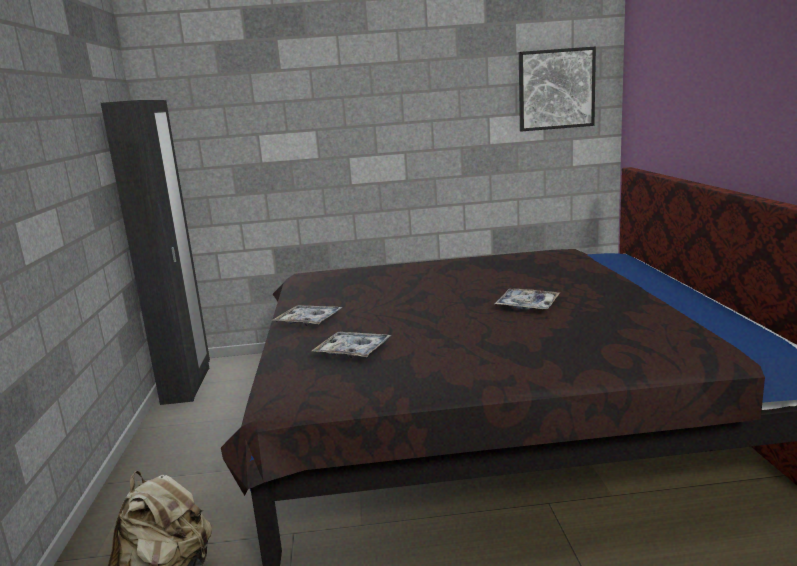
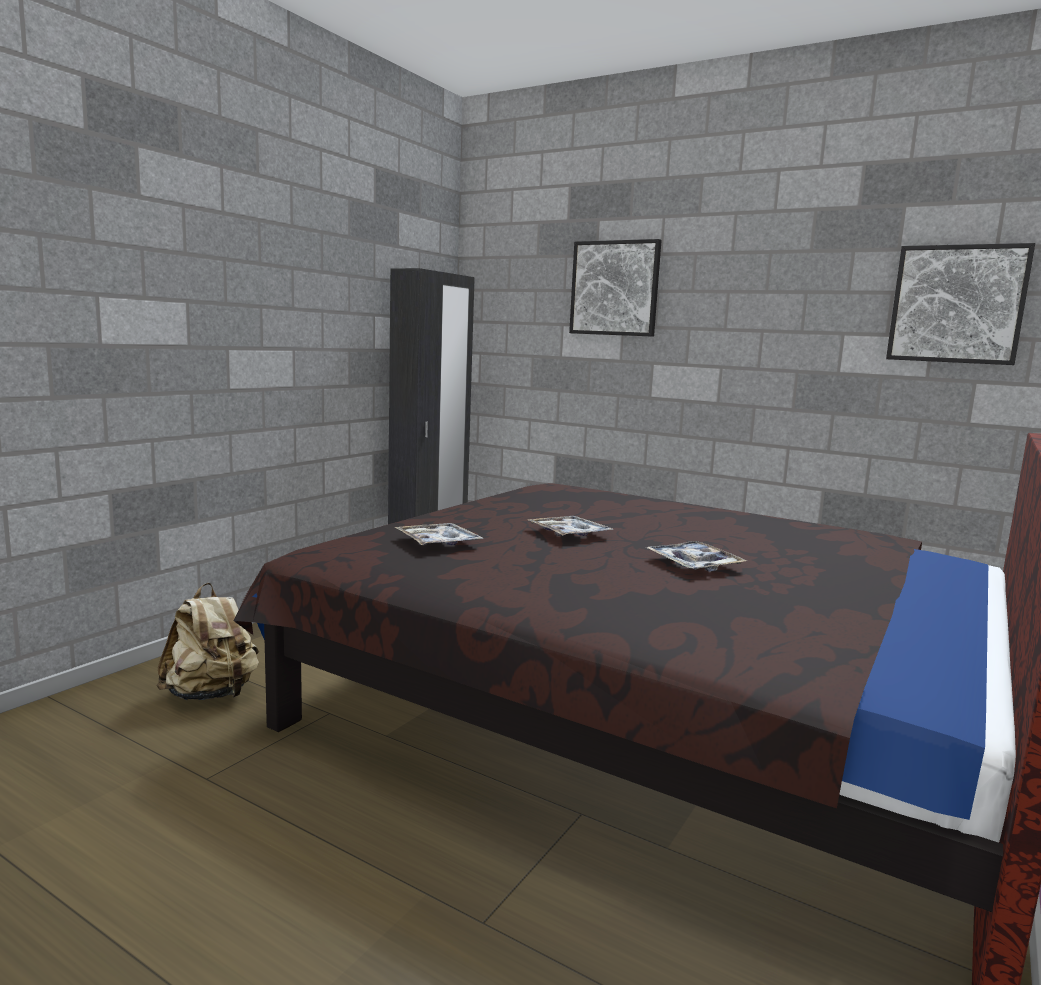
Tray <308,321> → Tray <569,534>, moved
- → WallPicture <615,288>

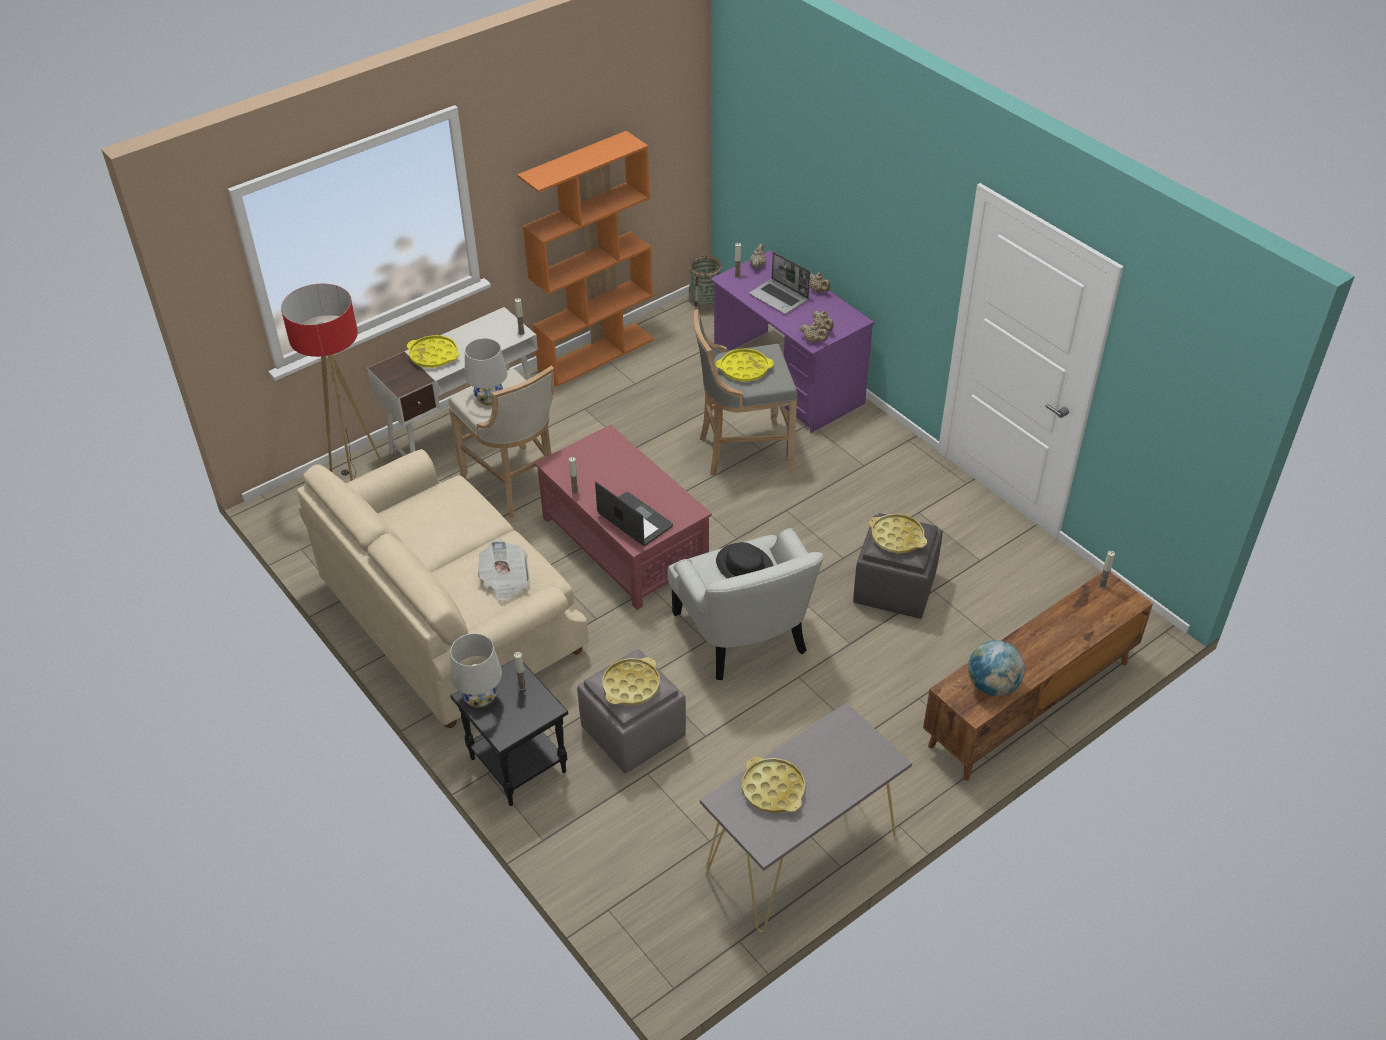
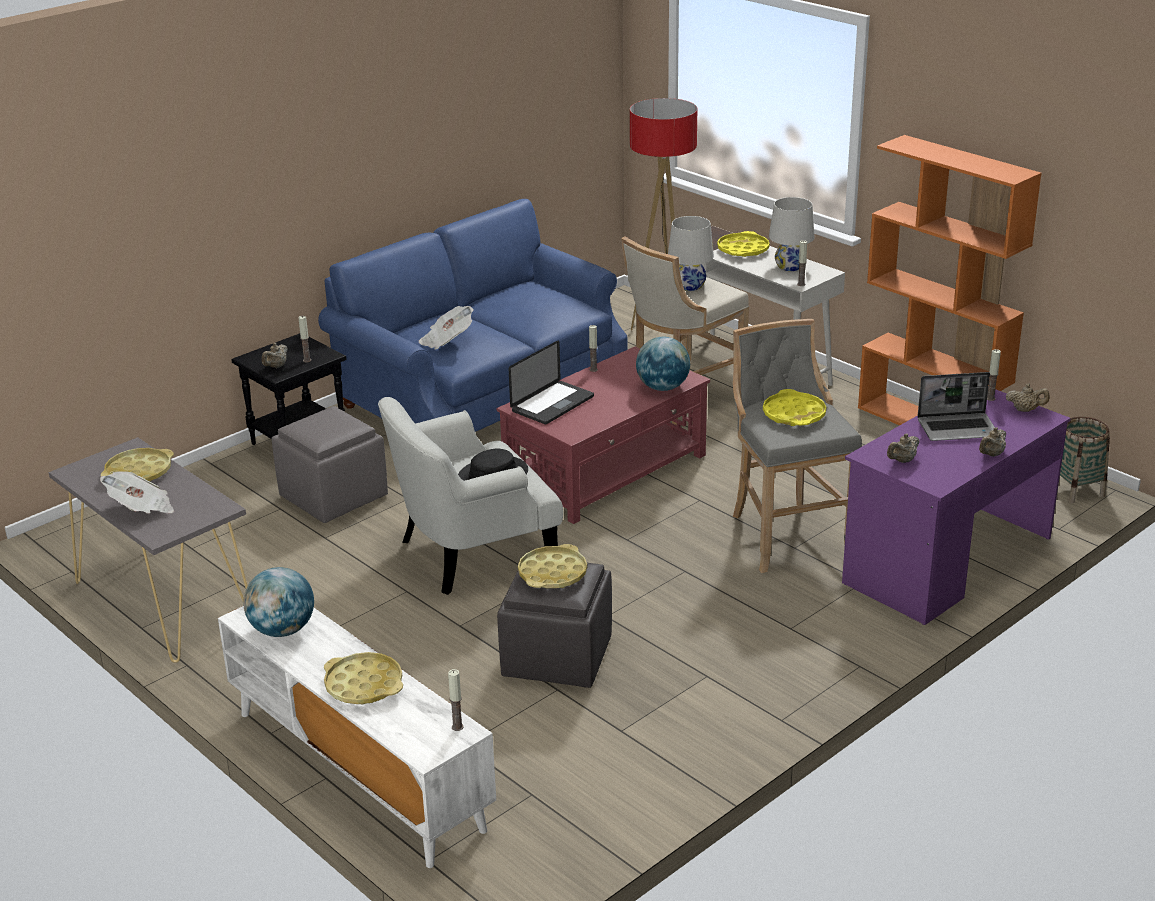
- → Newspaper <141,509>
BrownishTvUnit <1029,704> → WhitishTvUnit <356,769>
BeigeTeapot <813,341> → BeigeTeapot <276,366>, moved
BeigeSofa <451,618> → BlueSofa <483,391>
YellowColouredTray <631,686> → YellowColouredTray <364,685>, moved
- → Globe <663,387>
WhitishTableLamp <480,697> → WhitishTableLamp <789,266>, moved
Laptop <779,298> → Laptop <958,428>, 135 degrees counterclockwise

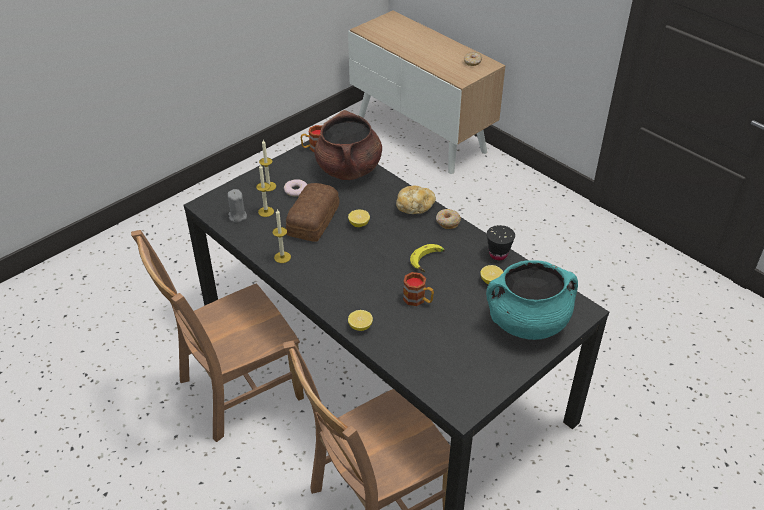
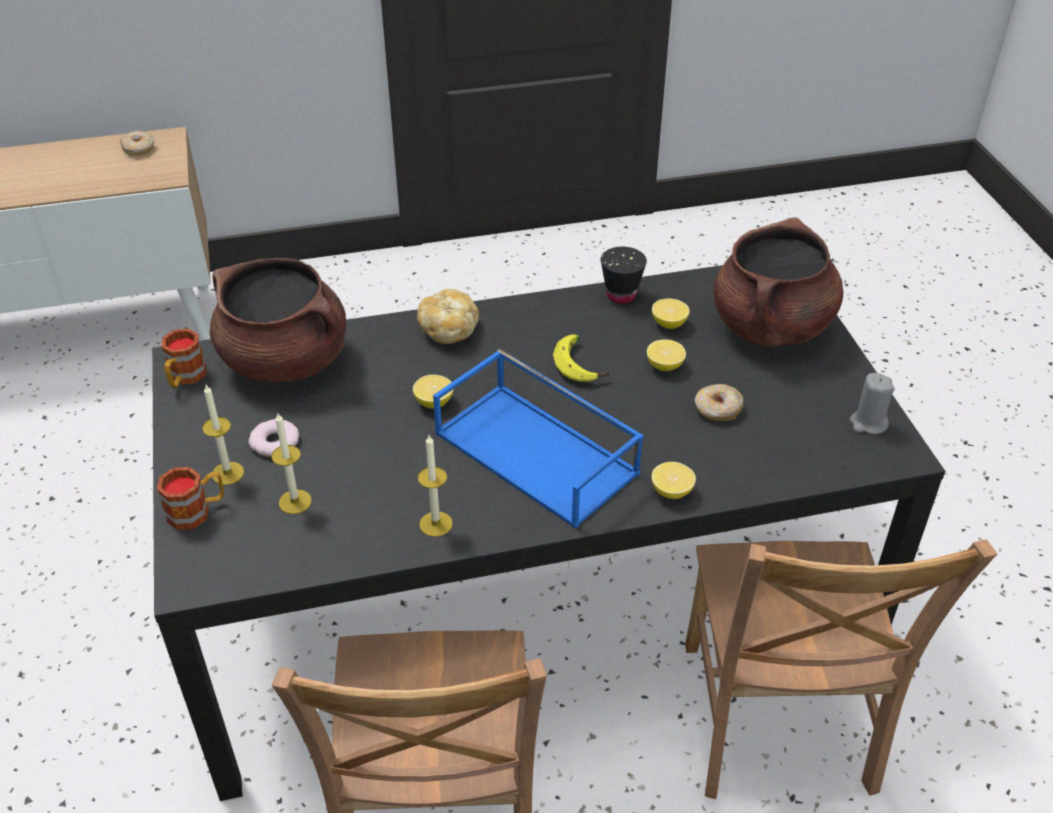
Mug <418,300> → Mug <197,511>, moved
- → BlueTray <539,453>
- → WholeLemon <664,366>
Donut <447,222> → Donut <717,409>, moved
BlueGreenCookingPot <527,322> → BrownishCookingPot <771,326>
GreyishWaxCandle <237,216> → GreyishWaxCandle <868,423>, moved
Bread <311,220> → -

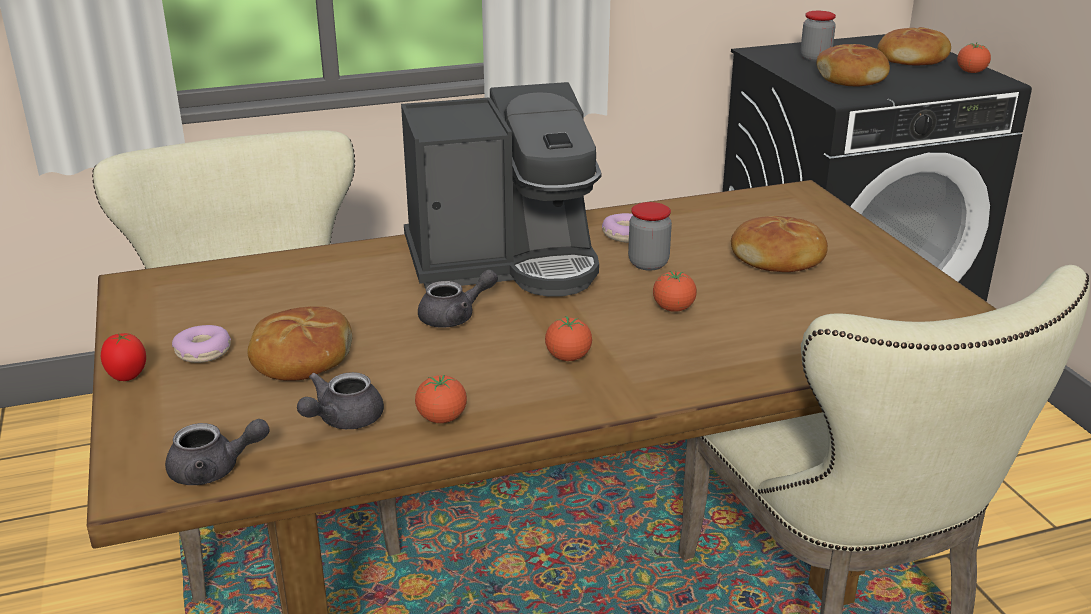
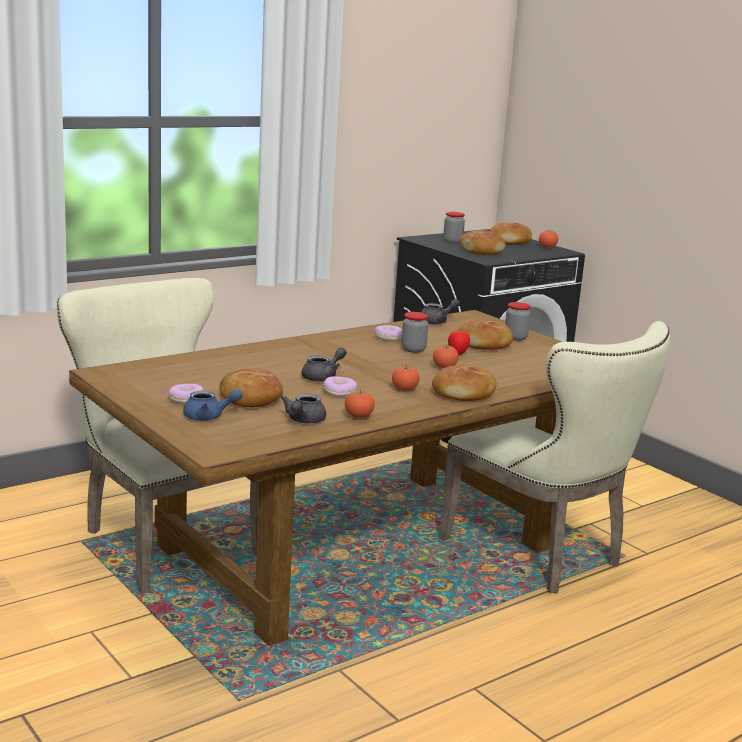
- → BlueTeapot <209,417>
- → Donut <339,392>
GreyishTeapot <214,470> → GreyishTeapot <437,322>, moved
- → Bread <464,393>
WholeTomato <127,377> → WholeTomato <457,353>, moved
- → StorageJar <515,338>
CoffeeMaker <505,262> → -

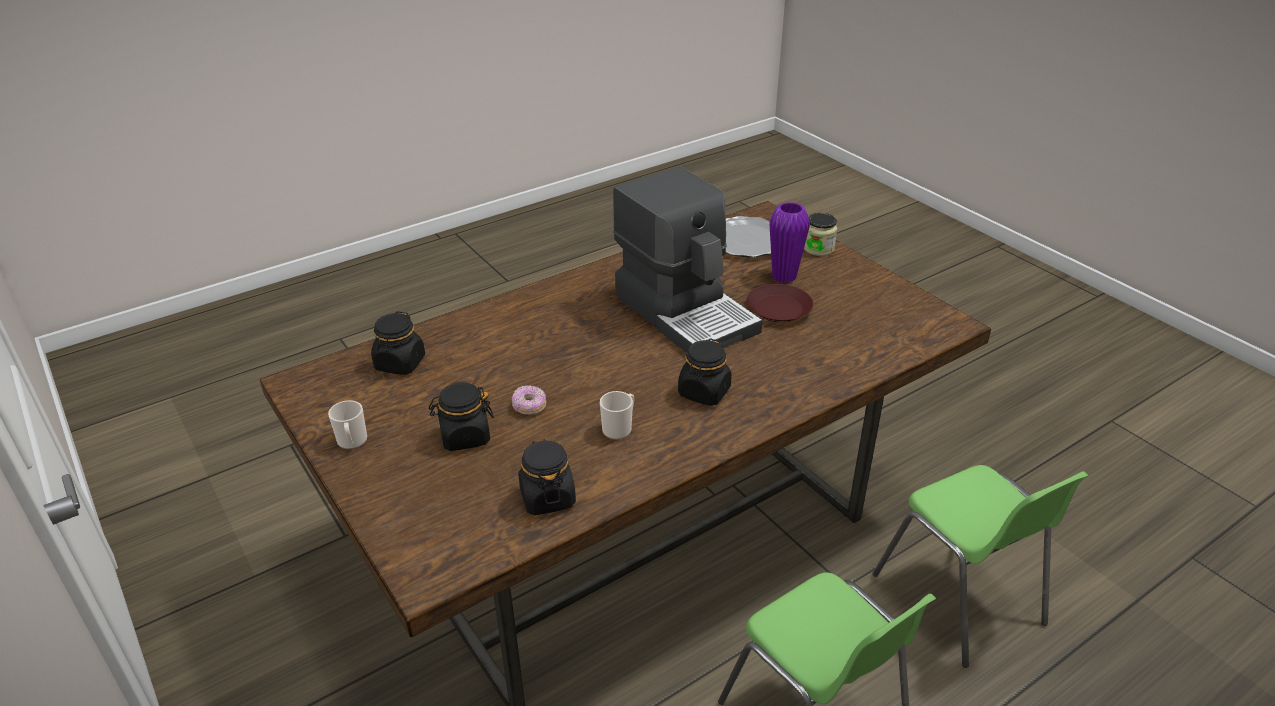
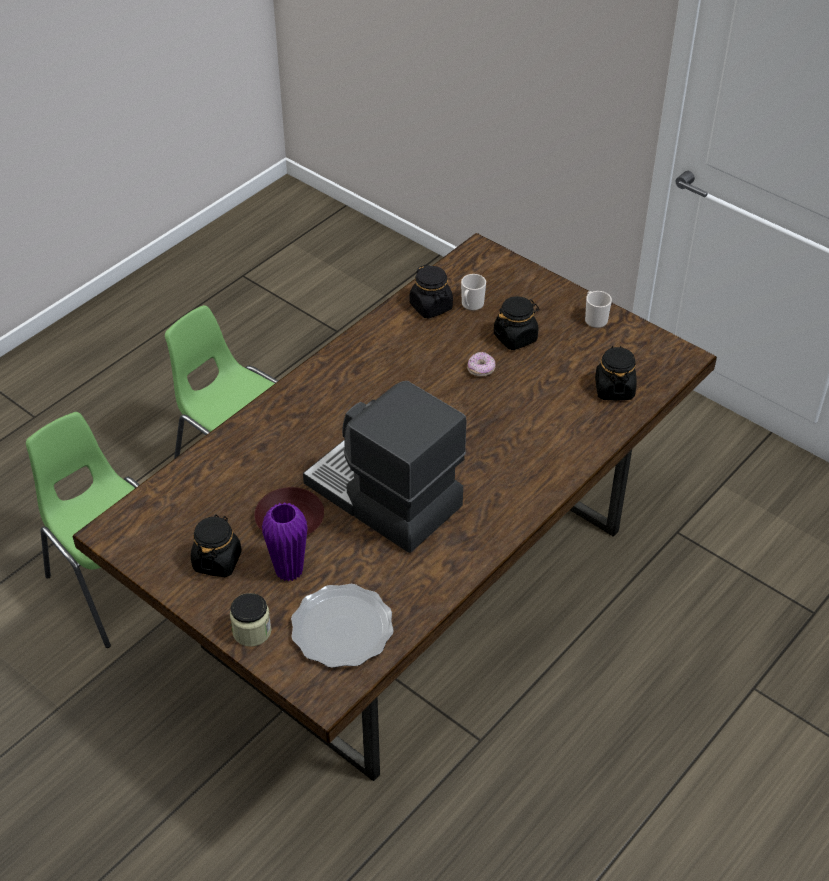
BlackColouredStorageJar <704,392> → BlackColouredStorageJar <217,561>, moved
Mug <619,428> → Mug <471,305>, moved

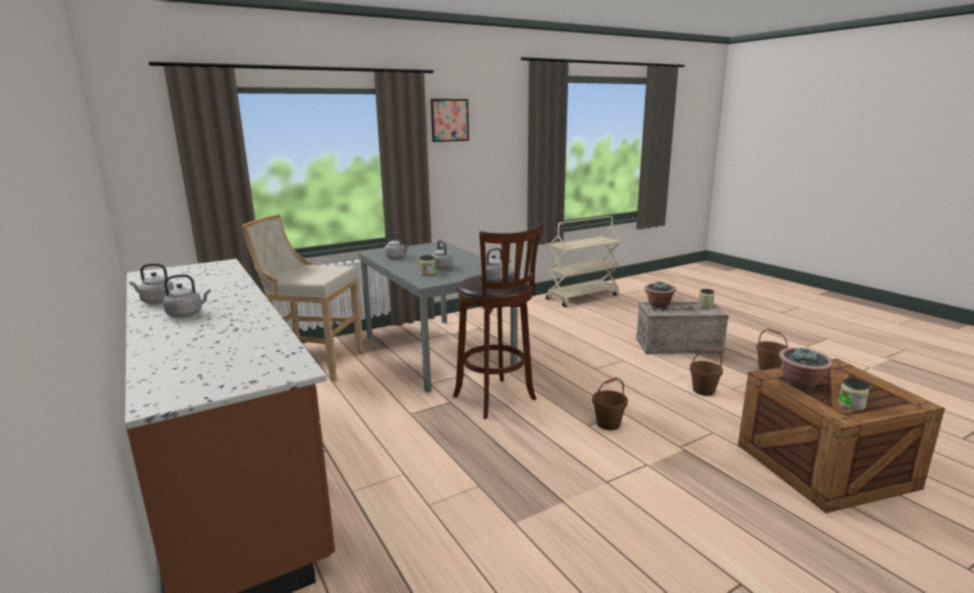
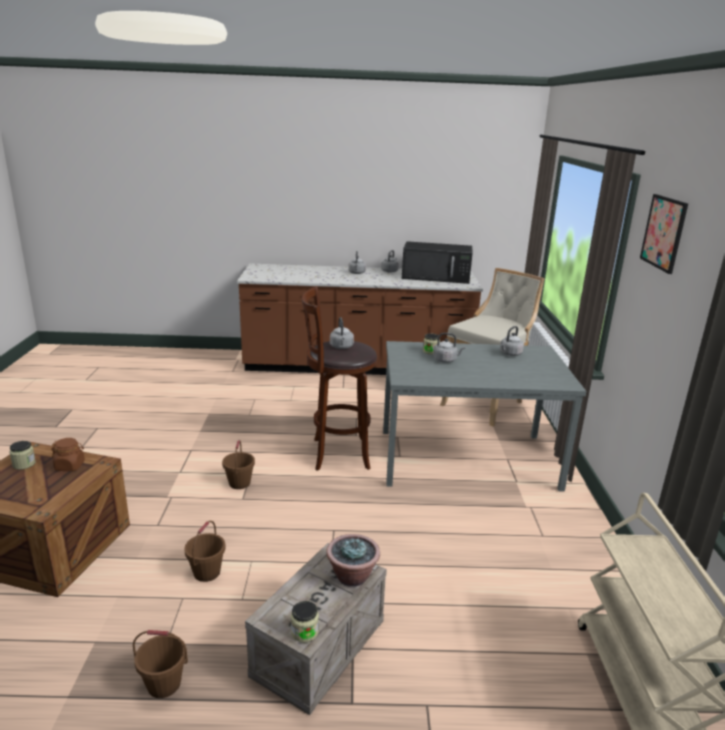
PlantInAPot <801,384> → BrownishStorageJar <70,466>
- → BlackColouredMicrowave <437,277>

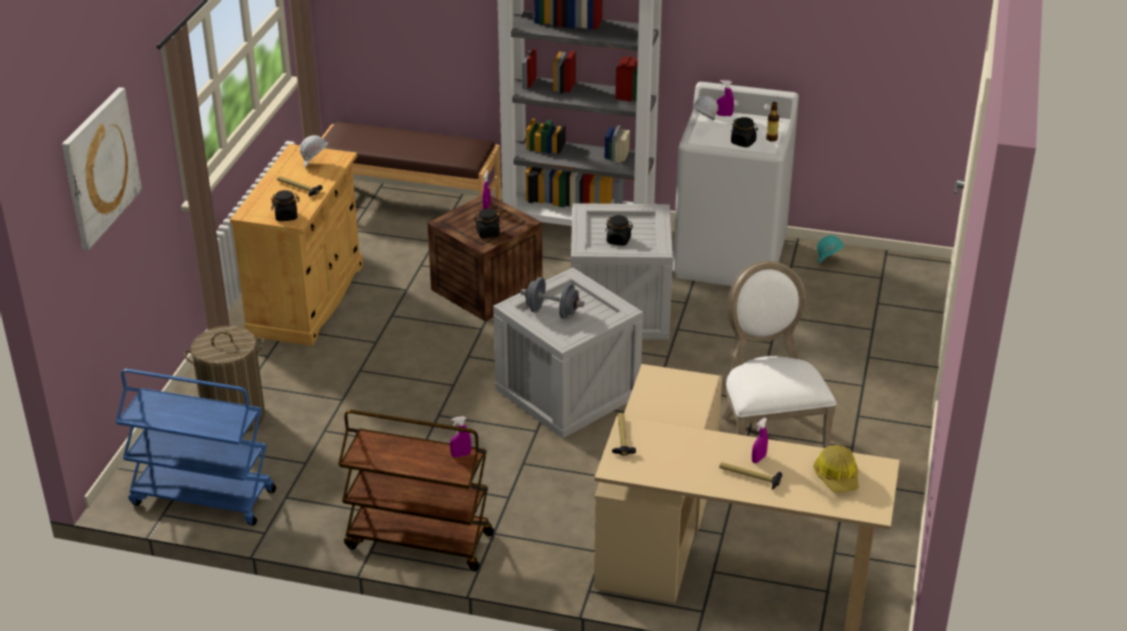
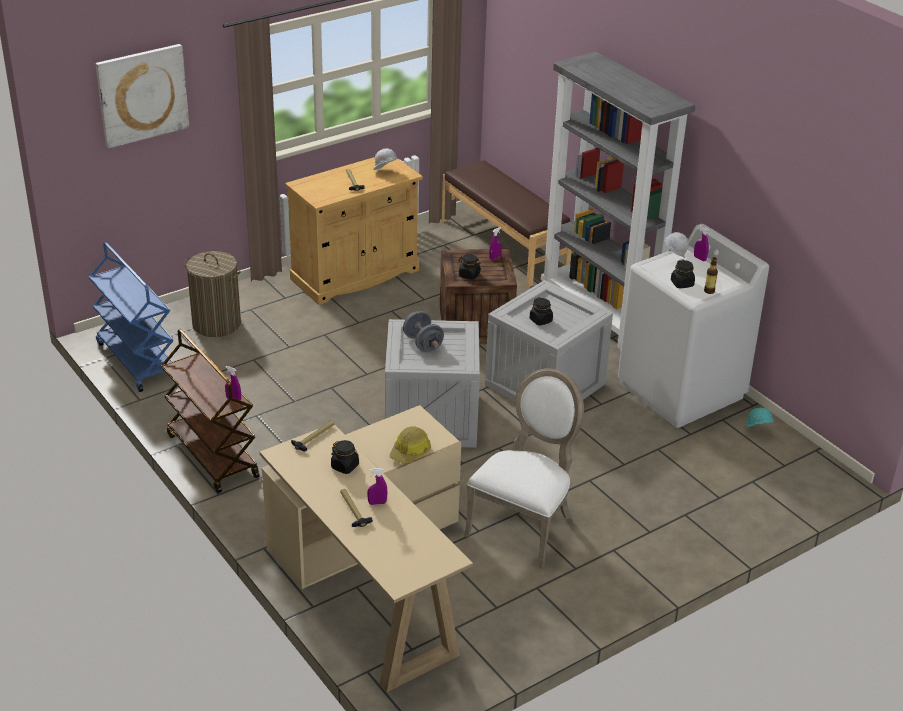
BlackColouredStorageJar <286,216> → BlackColouredStorageJar <345,466>, moved
HardHat <837,476> → HardHat <410,452>, moved

